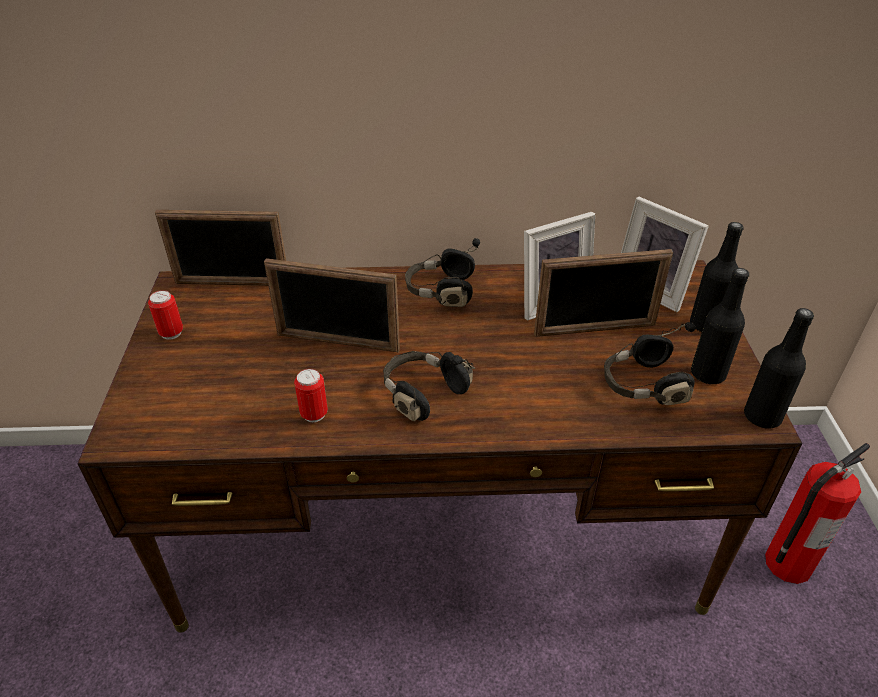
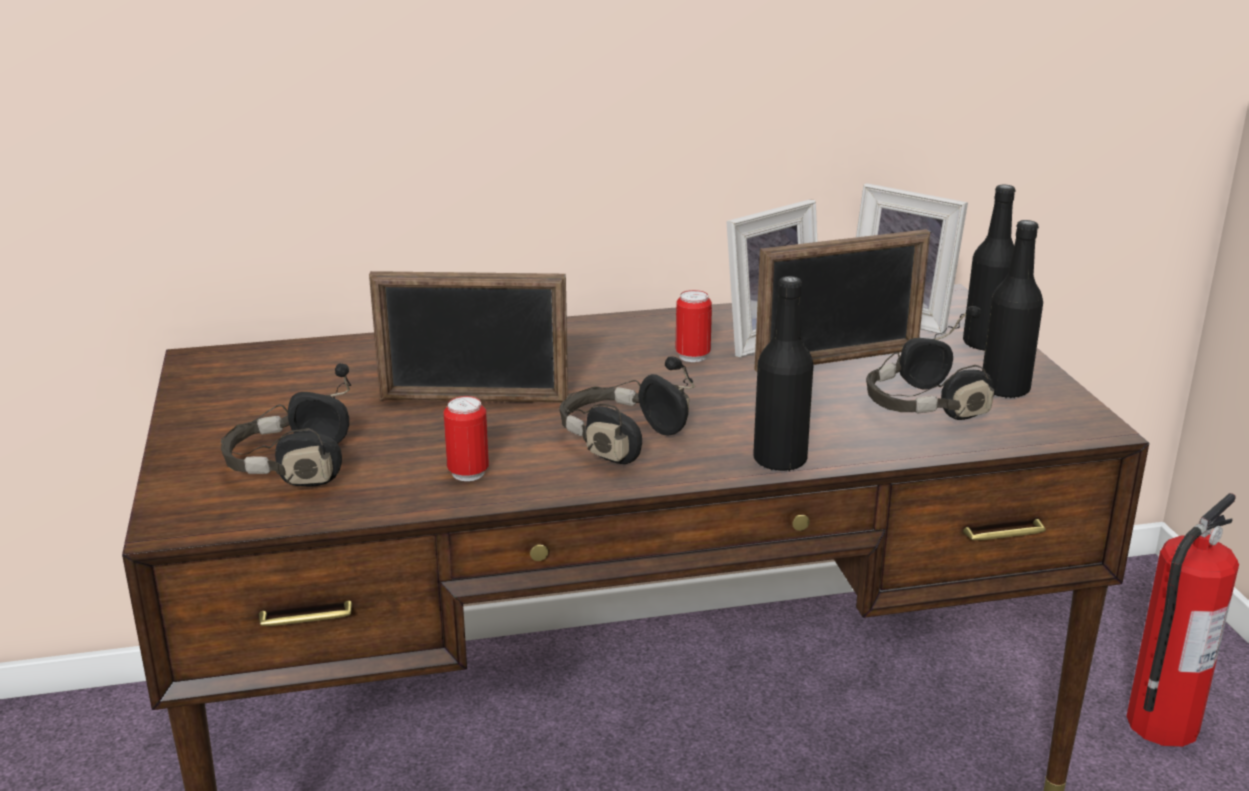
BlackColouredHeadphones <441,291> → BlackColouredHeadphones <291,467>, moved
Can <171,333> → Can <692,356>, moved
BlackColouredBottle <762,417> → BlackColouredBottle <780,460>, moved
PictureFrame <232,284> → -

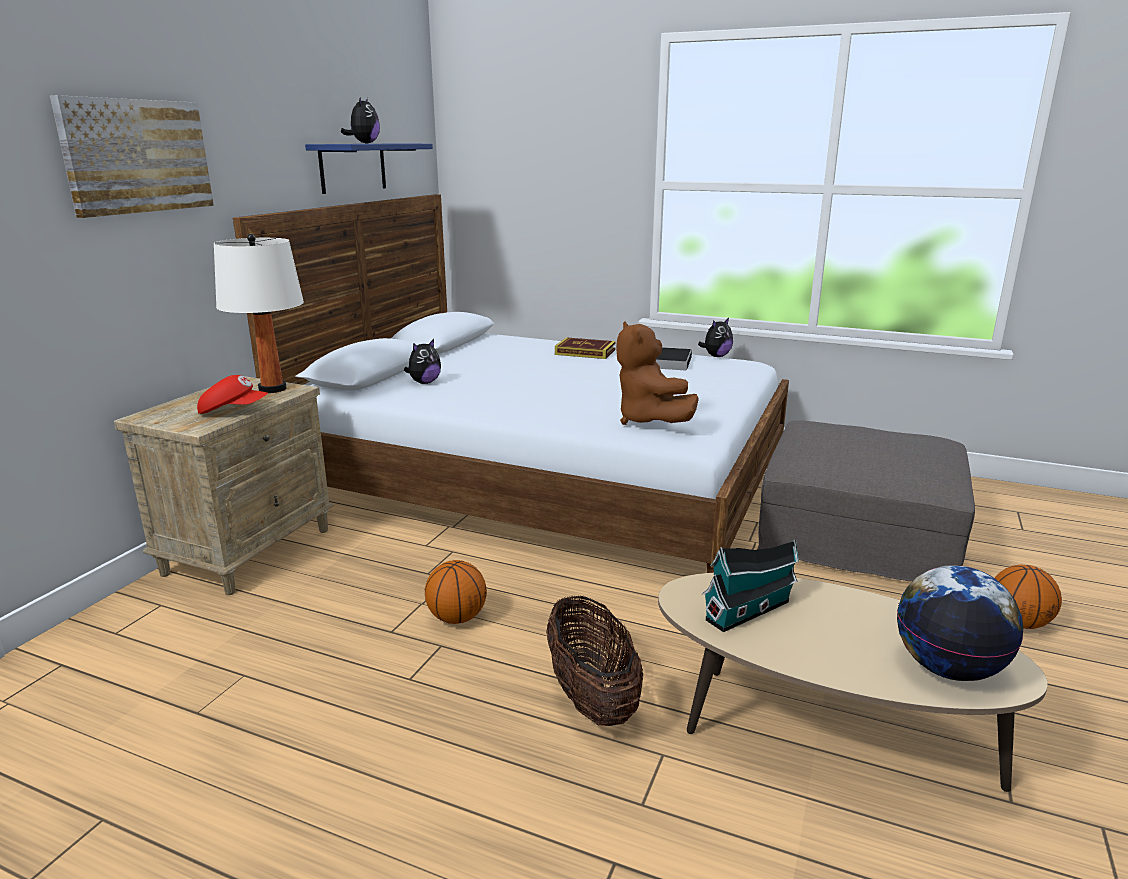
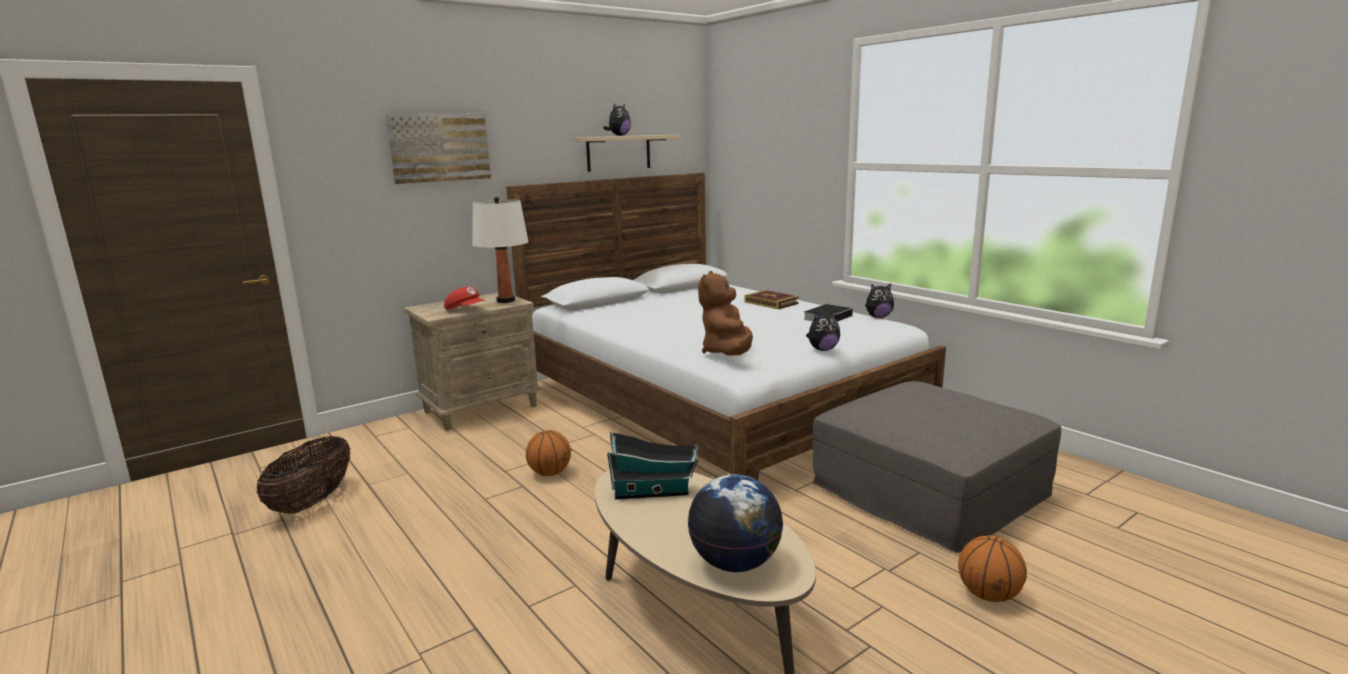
Basket <591,697> → Basket <312,502>, moved
BlueBracketShelf <353,167> → BeigeBracketShelf <618,153>
PlushToy <424,382> → PlushToy <822,349>, moved

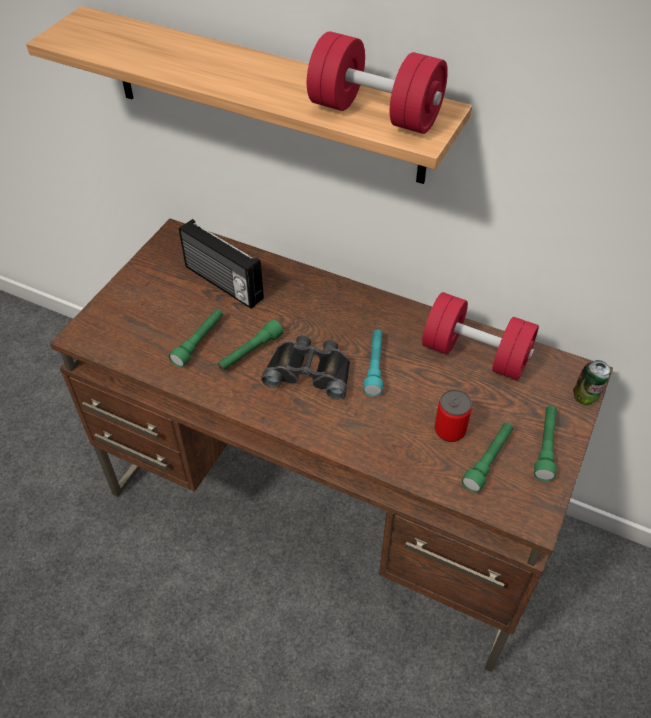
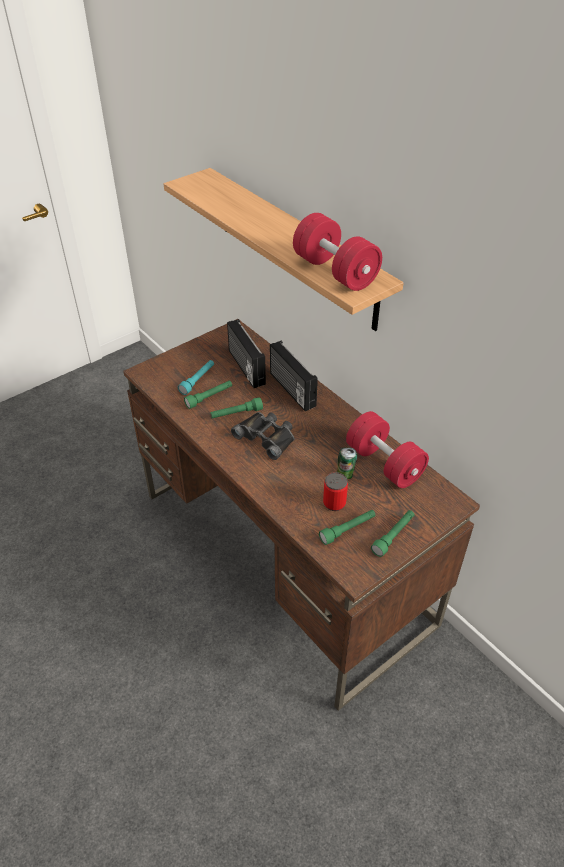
BlueGreenFlashlight <374,366> → BlueGreenFlashlight <198,380>, moved
- → RadioReceiver <291,390>
Can <586,397> → Can <345,475>, moved

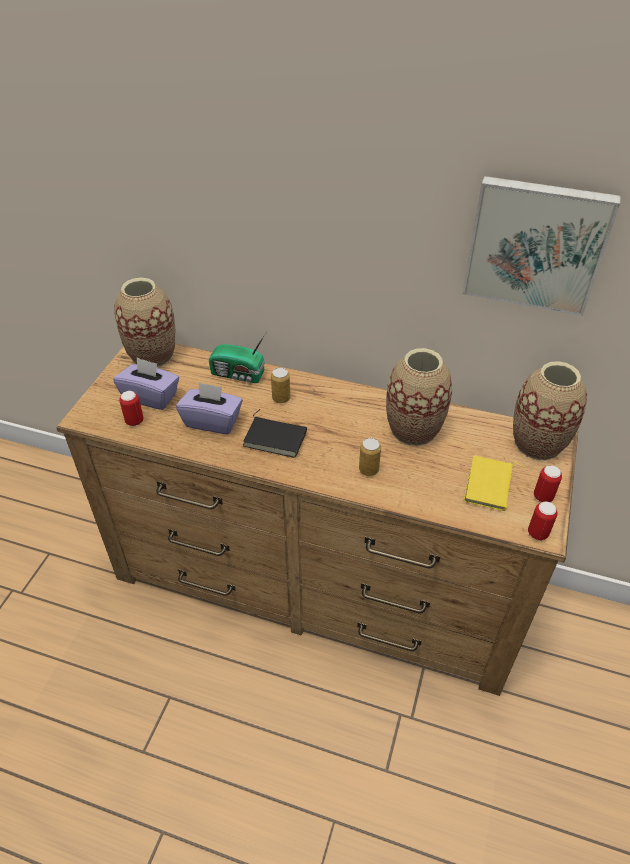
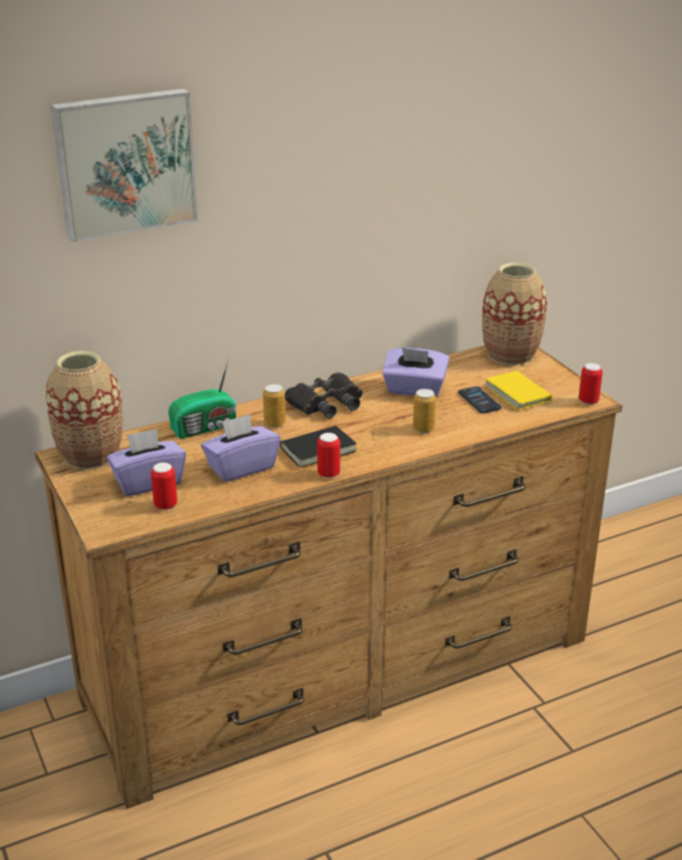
WallPicture <536,244> → WallPicture <125,163>, moved
- → BlackColouredBinoculars <326,403>
Can <543,497> → Can <328,474>, moved
FlowerVase <413,429> → PurplishTissueBox <414,389>
- → Handset <479,401>

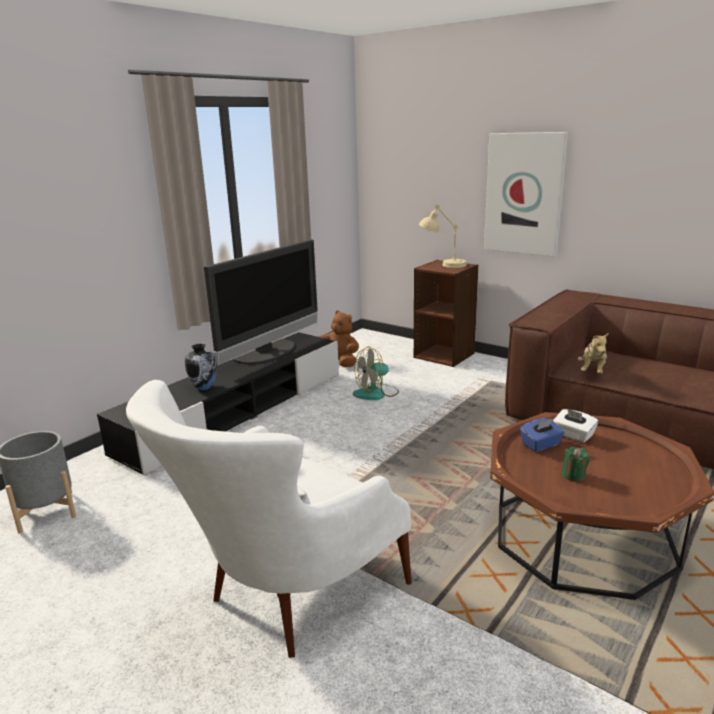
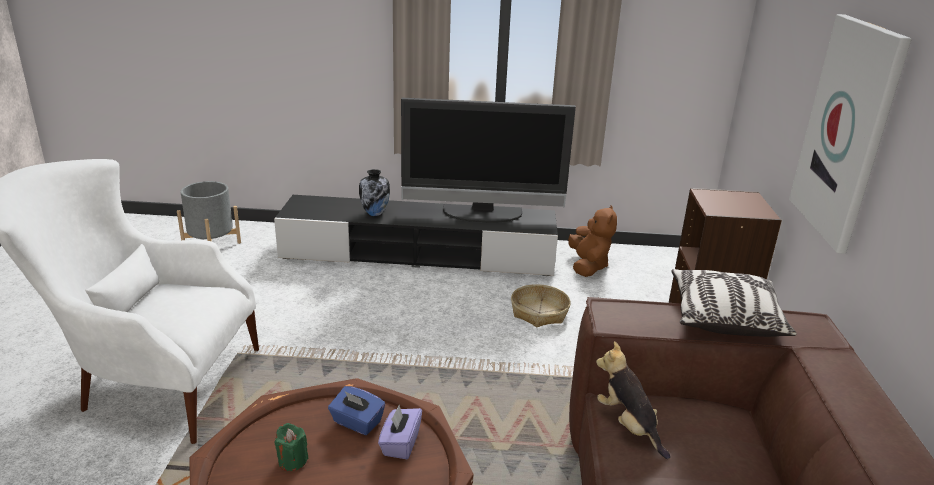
WhitishTissueBox <573,435> → PurplishTissueBox <400,444>
CoolingFan <376,393> → Basket <539,313>
PlushToy <592,371> → PlushToy <628,425>, 75 degrees clockwise
- → ThrowPillow <724,318>
BeigeTableLamp <443,265> → -

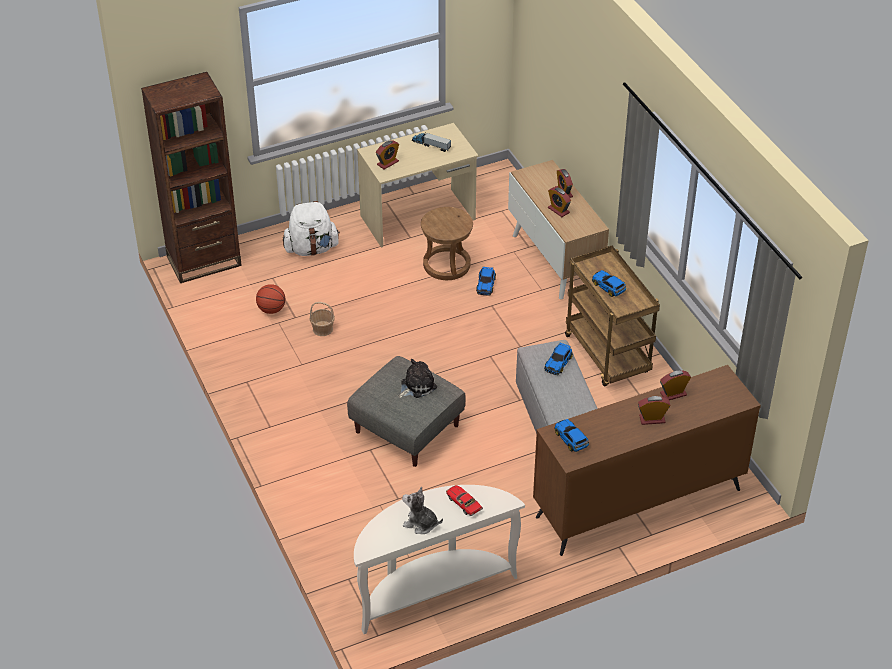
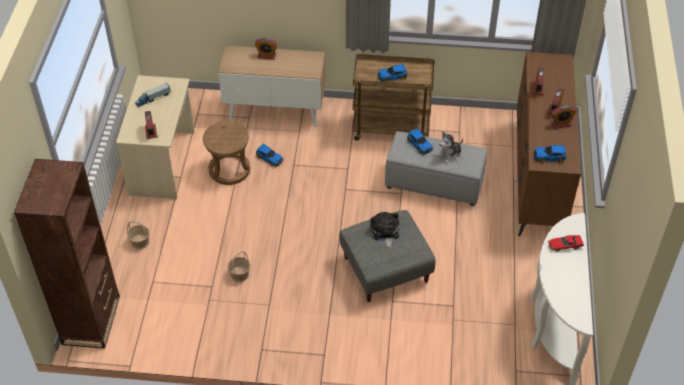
WhitishRucksack <311,248> → Basket <140,242>
PlushToy <420,524> → PlushToy <450,155>, moved
AlarmClock <558,210> → AlarmClock <561,124>, moved
Basketball <271,309> → -

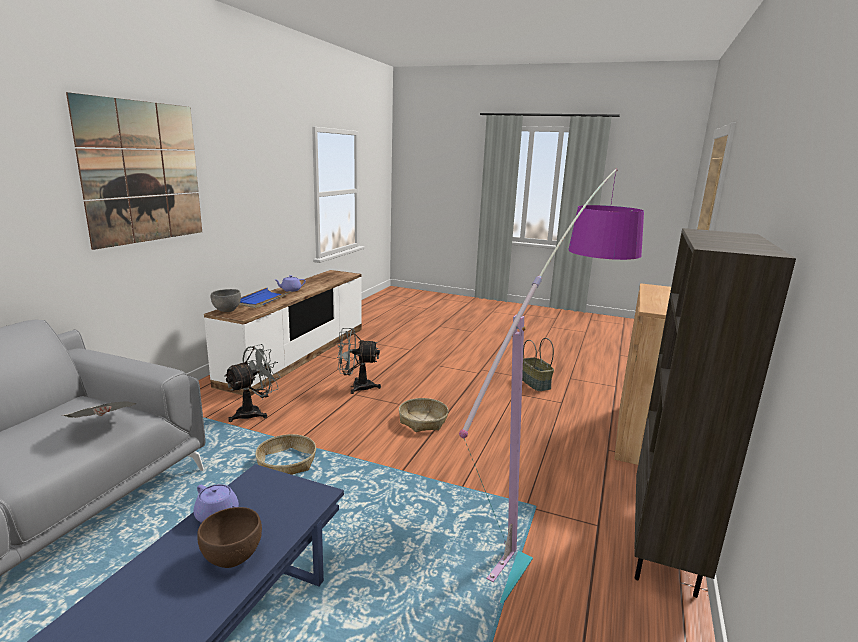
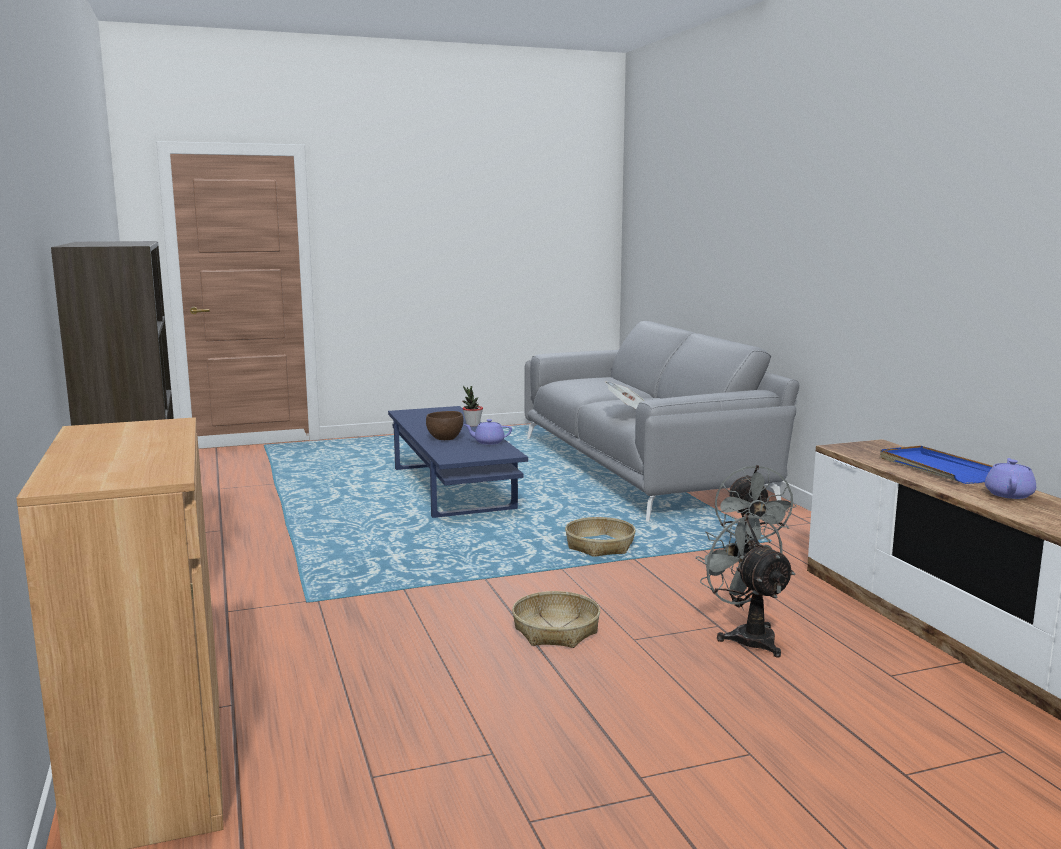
- → PlantInAPot <472,425>
GreyishCoolingFan <356,387> → GreyishCoolingFan <746,636>, 75 degrees counterclockwise
WallPicture <143,172> → -
GreyishBowl <227,310> → -
FloorLamp <545,504> → -
Basket <536,383> → -

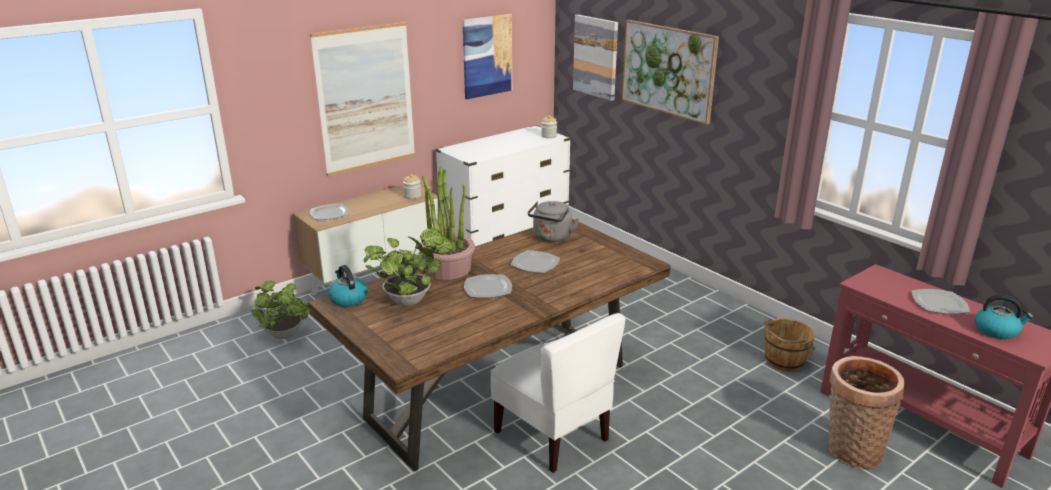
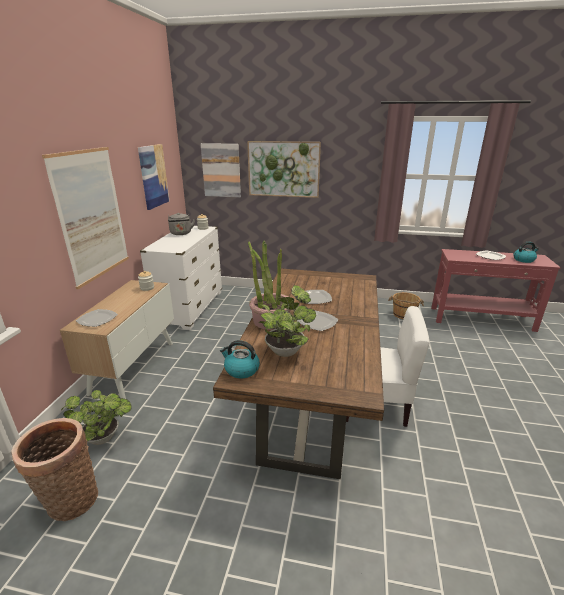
Basket <850,450> → Basket <69,500>, moved
GreyishWaterKettle <551,238> → GreyishWaterKettle <181,233>, moved

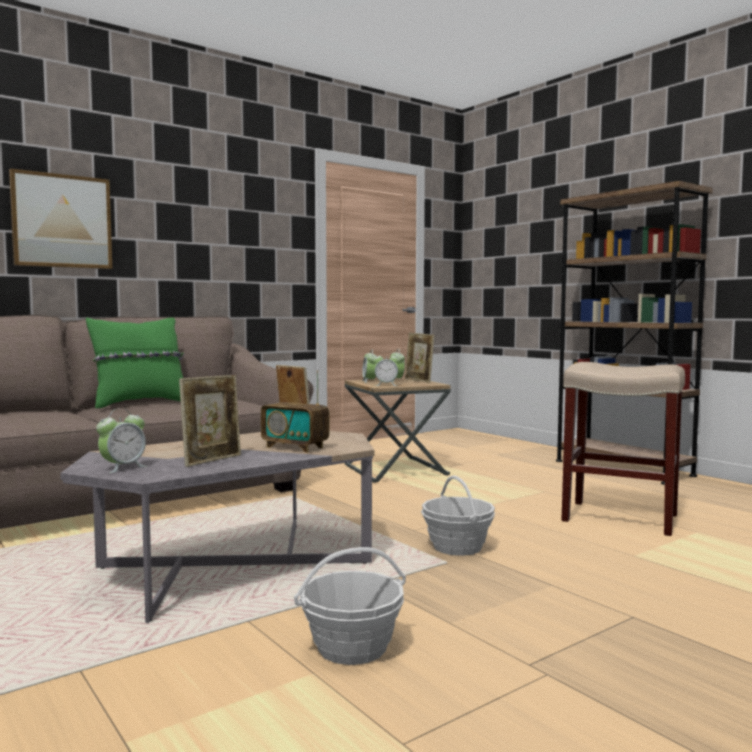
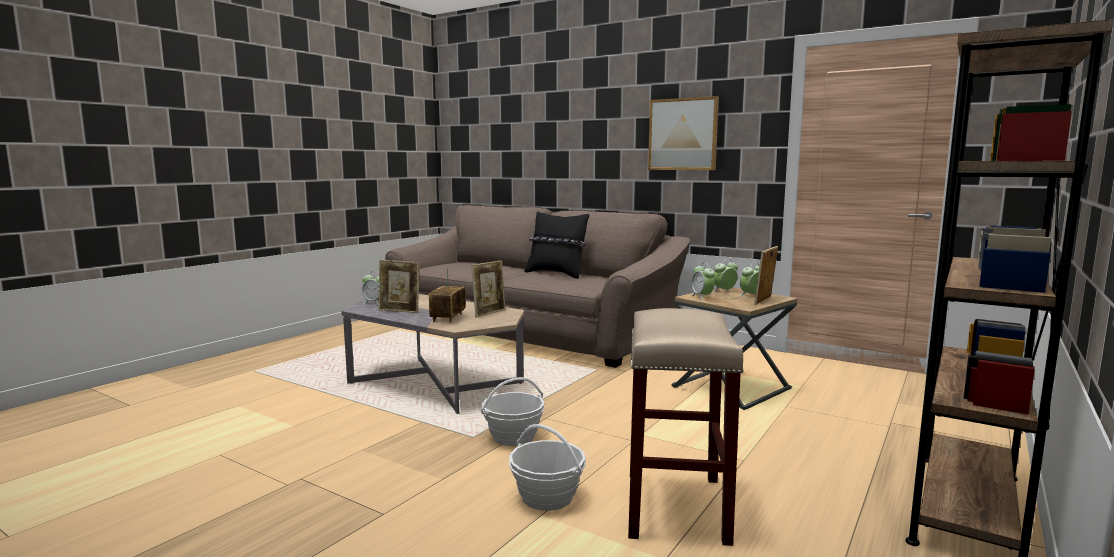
Basket <352,647> → Basket <547,497>, moved
GreenishThrowPillow <140,403> → BlackColouredThrowPillow <556,274>
WallPicture <62,221> → WallPicture <683,134>, moved

